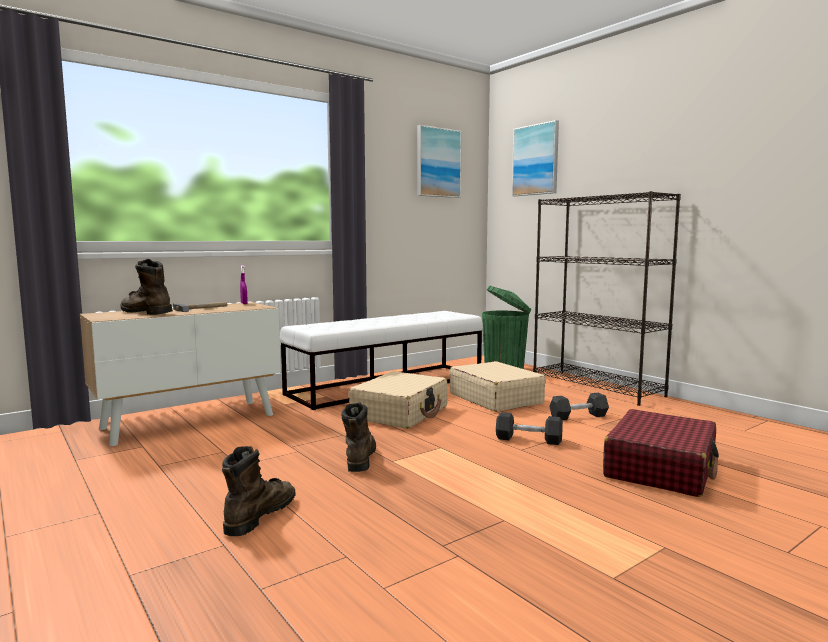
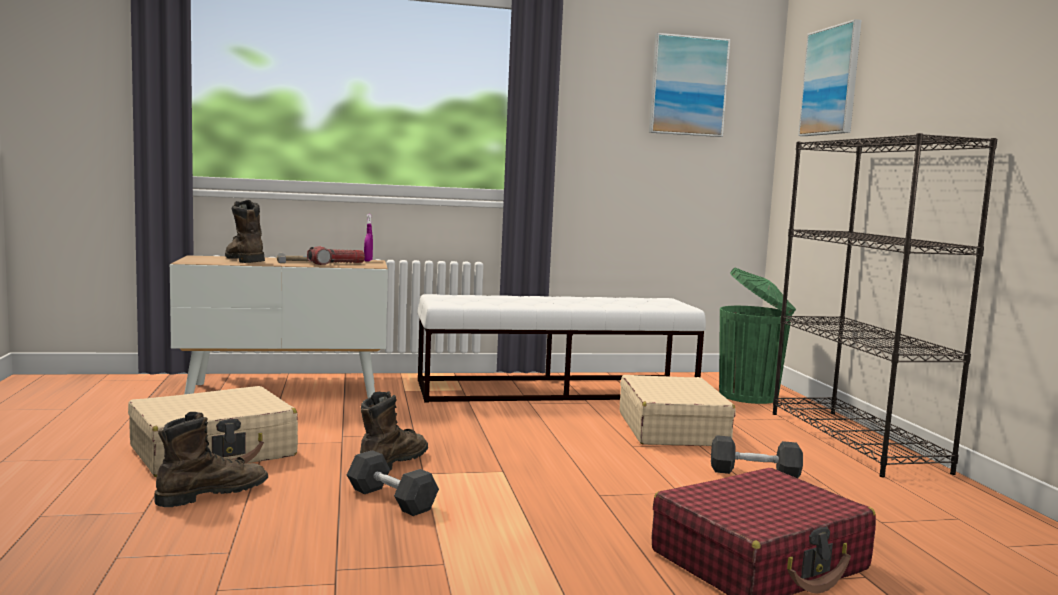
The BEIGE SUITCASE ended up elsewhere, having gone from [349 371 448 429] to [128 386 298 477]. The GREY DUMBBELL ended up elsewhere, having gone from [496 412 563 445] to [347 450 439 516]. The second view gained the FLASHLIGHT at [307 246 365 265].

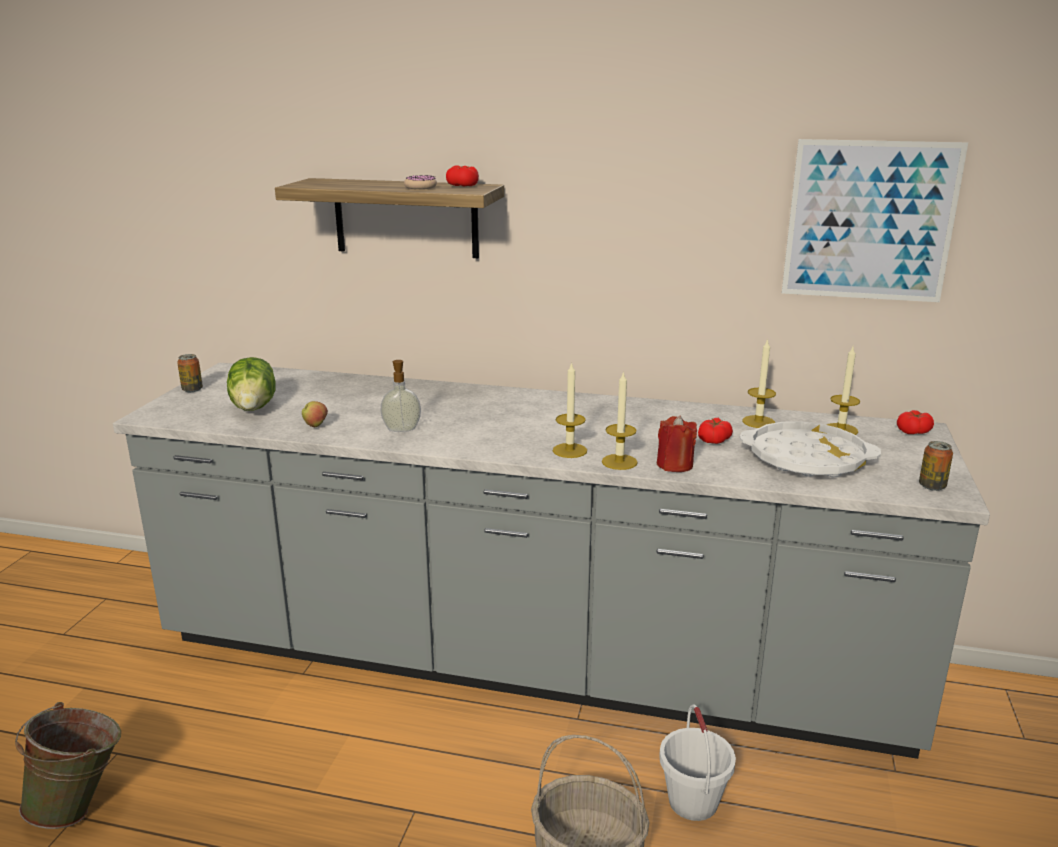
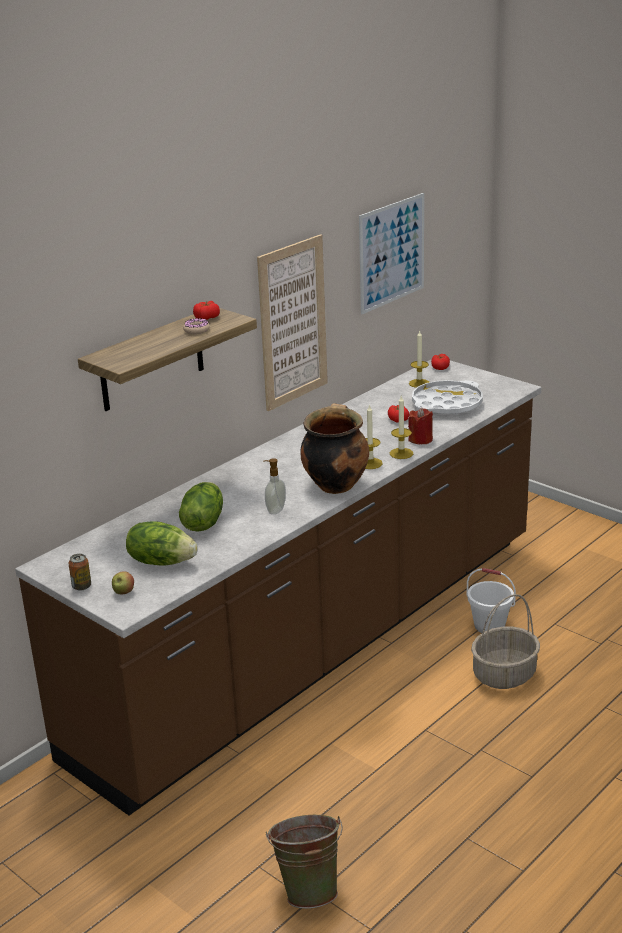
What was the GREY COUNTER at [113 363 990 759] turned into the BROWN COUNTER at [15 359 541 816]. The APPLE ended up elsewhere, having gone from [302 401 328 427] to [112 571 134 594]. The second view lost the CANDLE at [742 339 776 428]. The second view lost the CAN at [919 441 953 491]. The second view gained the LETTUCE at [179 482 223 532]. The second view gained the PICTURE at [257 234 328 411]. The second view gained the COOKING POT at [300 404 369 494].

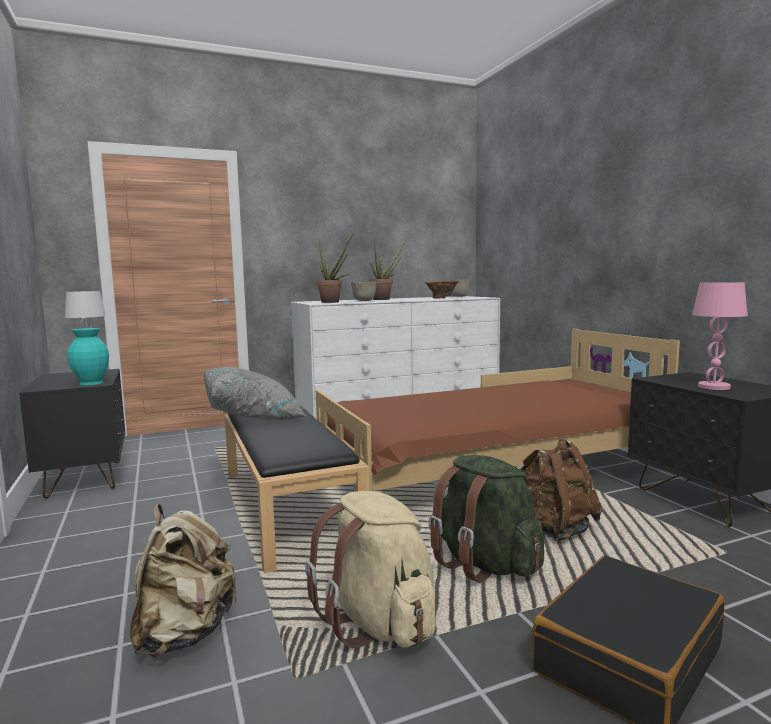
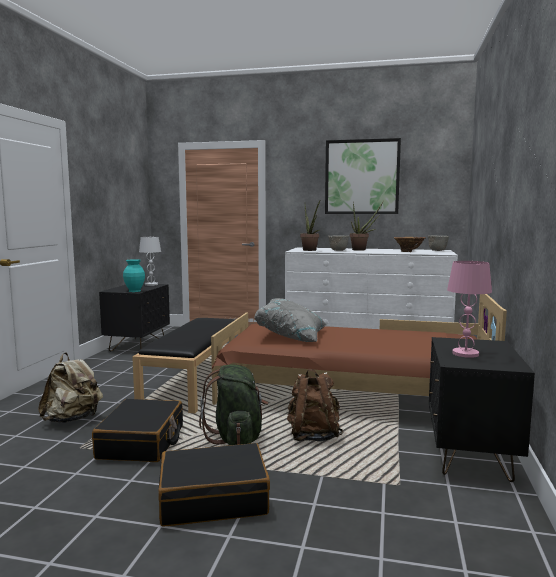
The GREY PILLOW ended up elsewhere, having gone from [203 367 306 420] to [254 298 327 342]. Where the BEIGE BACKPACK stood at [305 491 436 648], the BLACK SUITCASE came to stand at [92 399 183 462]. The second view gained the PICTURE at [325 138 401 214].

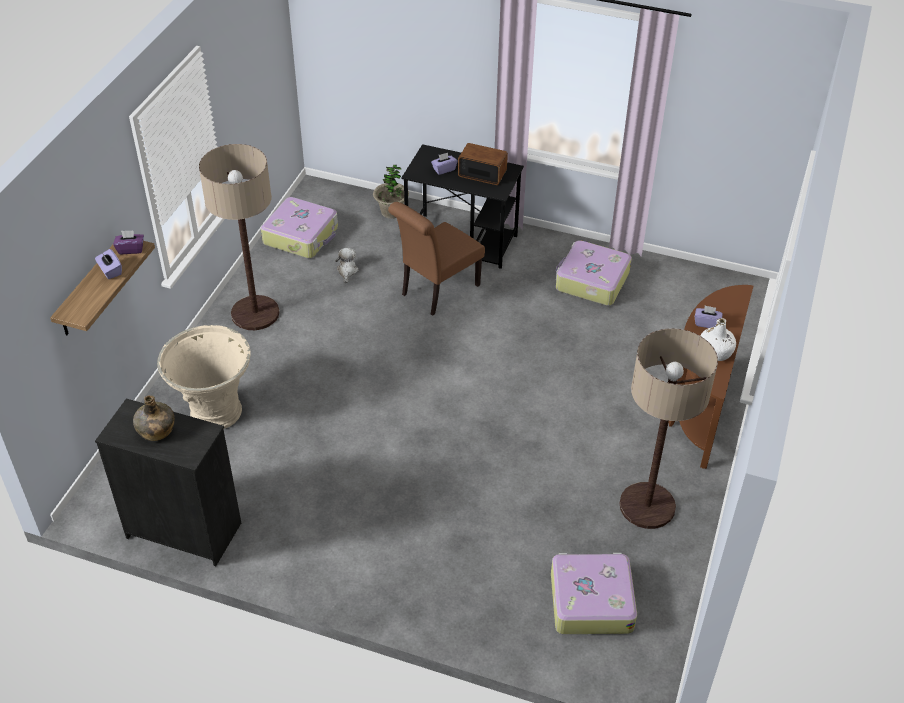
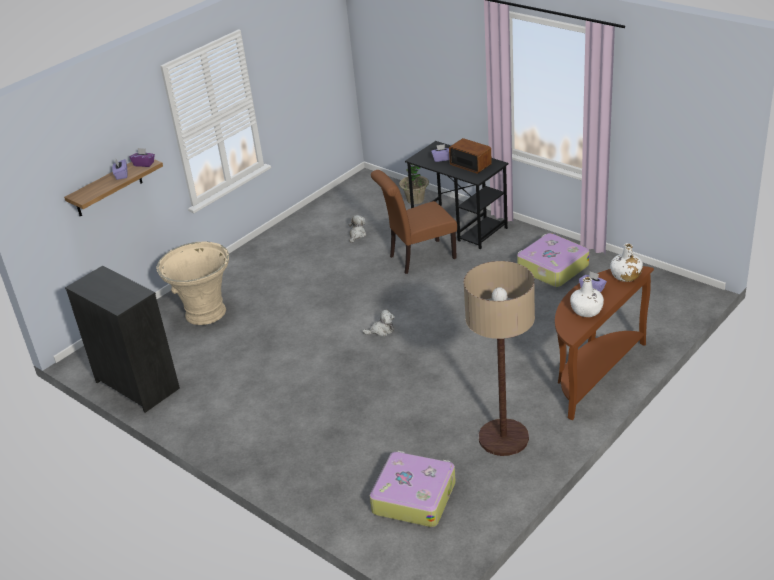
The second view lost the GREEN BOTTLE at [133 395 175 441]. The second view lost the FLOOR LAMP at [199 144 279 330]. The second view lost the SUITCASE at [261 197 338 258]. The second view gained the PLUSH TOY at [362 309 395 337]. The second view gained the WHITE BOTTLE at [610 243 643 282].

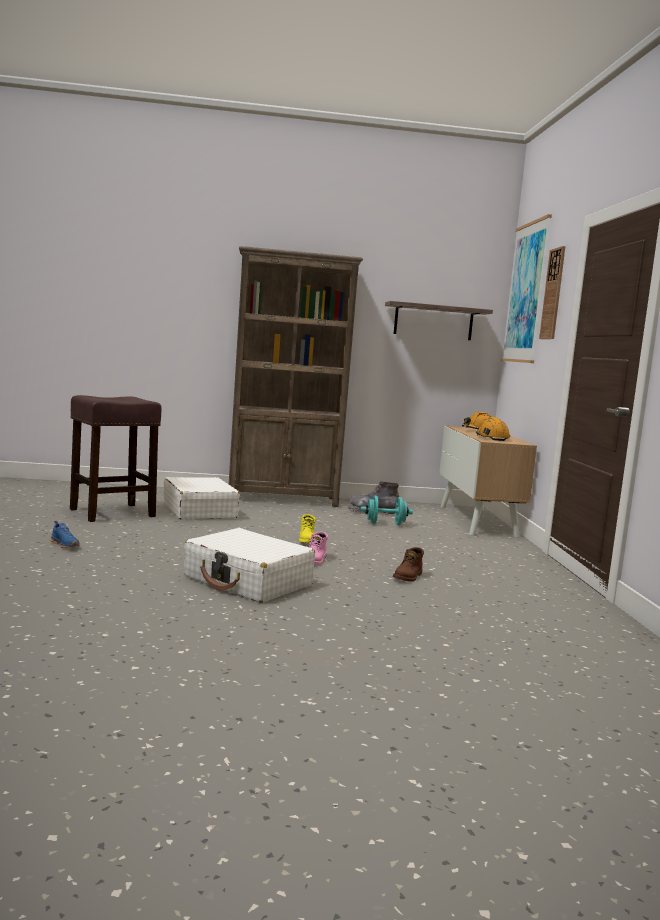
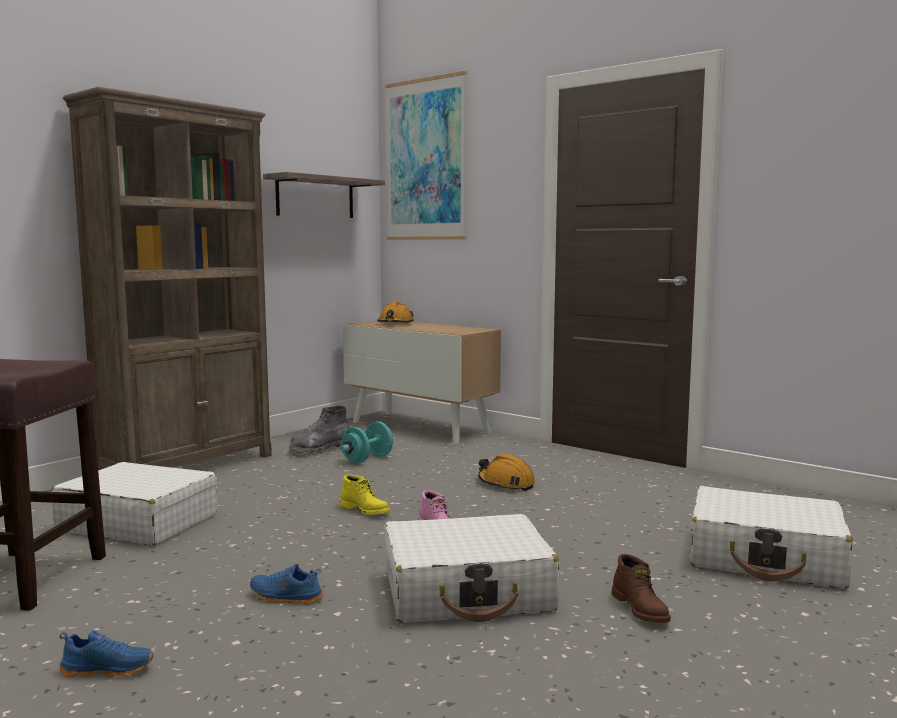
The BROWN BOOT ended up elsewhere, having gone from [393 547 424 582] to [611 554 671 623]. The ORANGE HARD HAT ended up elsewhere, having gone from [476 417 510 441] to [478 454 535 491]. The second view lost the WALL CLOCK at [539 246 565 339]. The second view gained the BLUE SHOE at [250 564 323 605]. The second view gained the WHITE SUITCASE at [690 486 853 589].

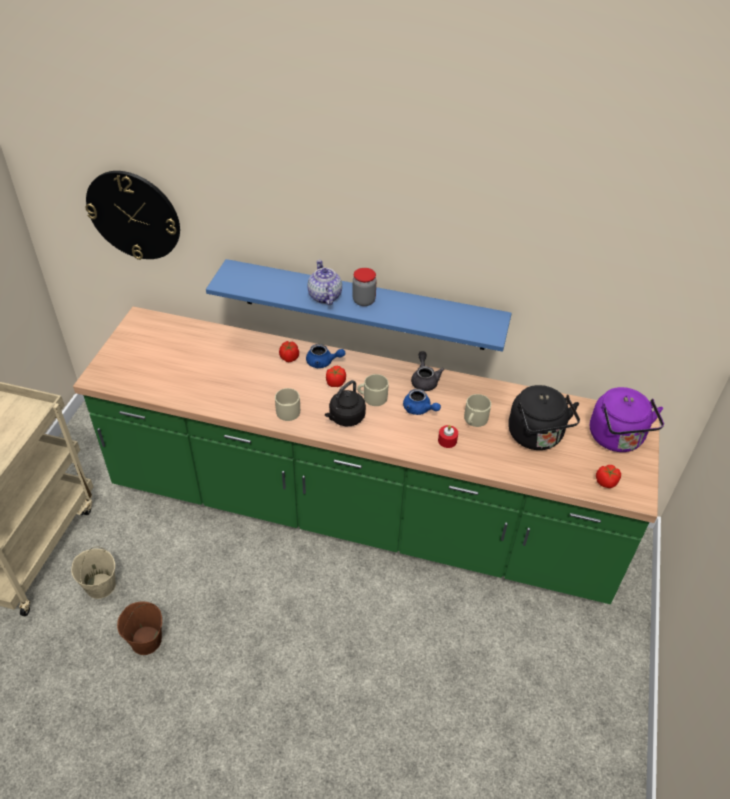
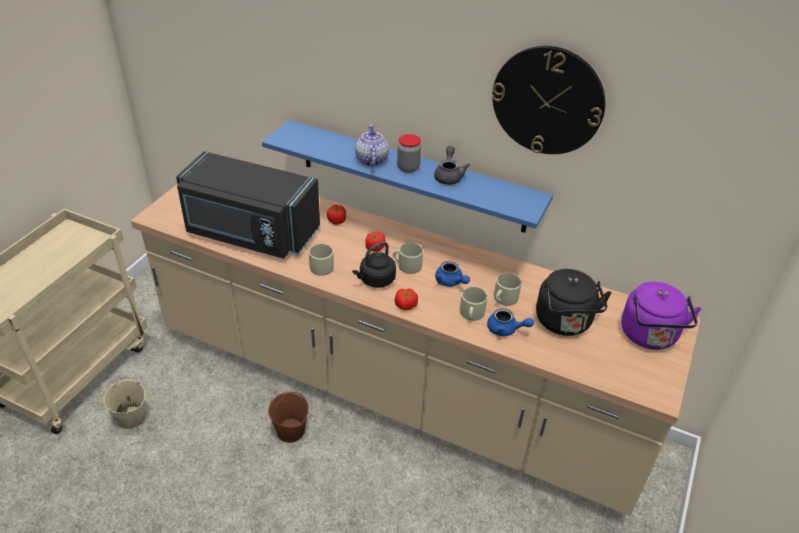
What was the GREEN COUNTER at [73 306 660 604] turned into the BEIGE COUNTER at [131 184 701 516]. The WALL CLOCK ended up elsewhere, having gone from [85 171 180 260] to [492 46 605 154]. The BROWN BUCKET ended up elsewhere, having gone from [117 602 162 655] to [268 392 309 443]. The BLUE TEAPOT ended up elsewhere, having gone from [306 344 345 368] to [487 308 534 336]. The GREY TEAPOT ended up elsewhere, having gone from [411 351 444 391] to [434 146 470 185]. Where the RED CANDLE stood at [438 425 458 448], the BEIGE MUG came to stand at [460 287 488 321]. The TOMATO ended up elsewhere, having gone from [596 465 621 488] to [395 288 418 310]. The second view gained the BLACK MICROWAVE at [176 151 320 259].

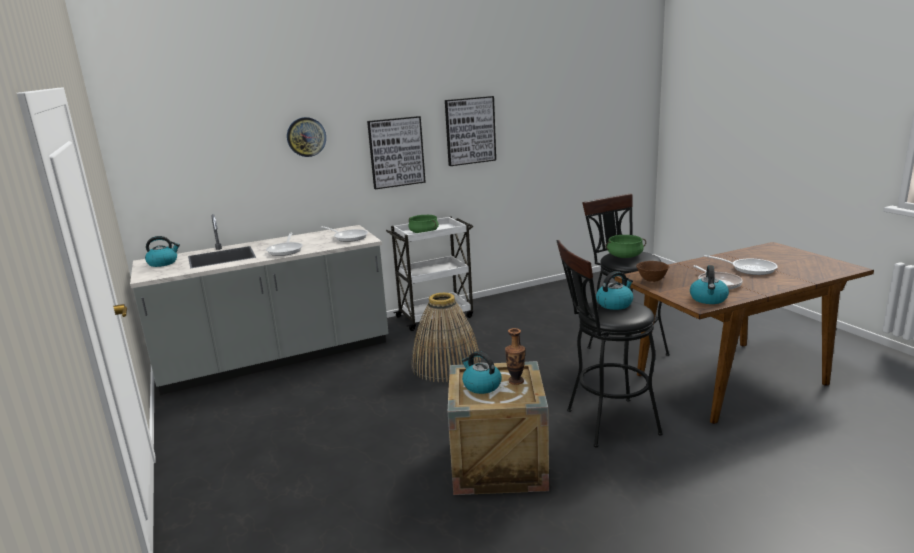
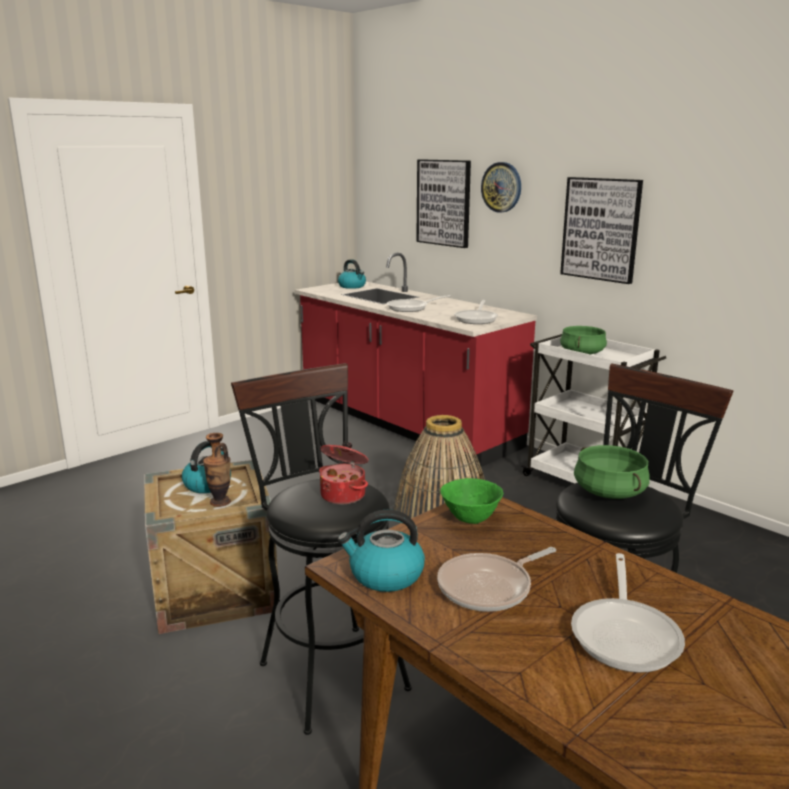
What was the GREY COUNTER at [130 214 389 395] turned into the RED COUNTER at [295 253 537 467]. The PICTURE ended up elsewhere, having gone from [445 96 496 166] to [416 159 471 248]. Where the KETTLE stood at [596 271 633 310], the COOKING POT came to stand at [319 442 369 505]. What was the BROWN BOWL at [636 261 669 282] turned into the GREEN BOWL at [440 478 503 524].

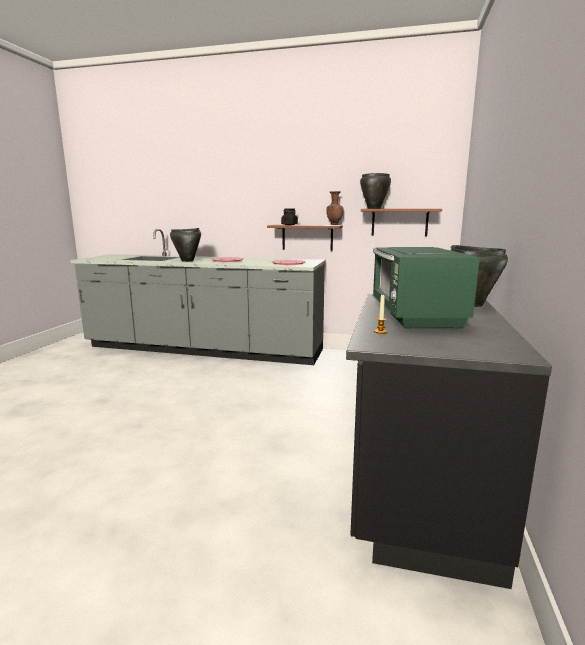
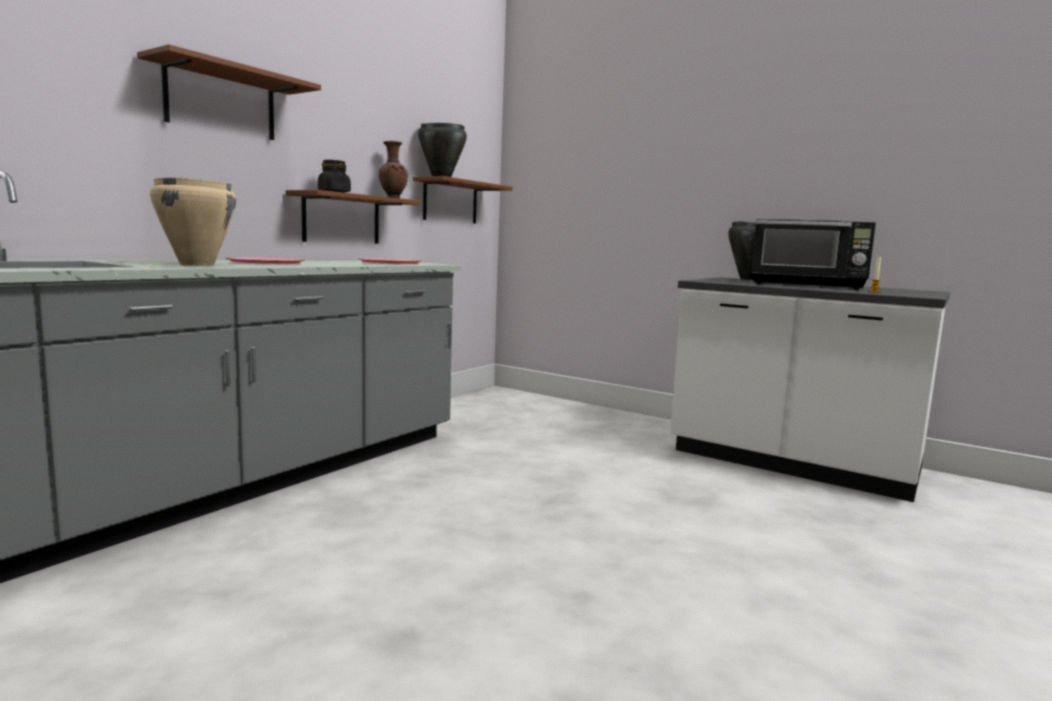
What was the BLACK COOKING POT at [170 228 201 262] turned into the BEIGE COOKING POT at [150 178 236 266]. What was the BLACK COUNTER at [346 294 552 589] turned into the WHITE COUNTER at [670 277 950 502]. What was the GREEN MICROWAVE at [373 247 480 329] turned into the BLACK MICROWAVE at [751 219 876 290]. The second view gained the BROWN SHELF at [137 44 321 140].

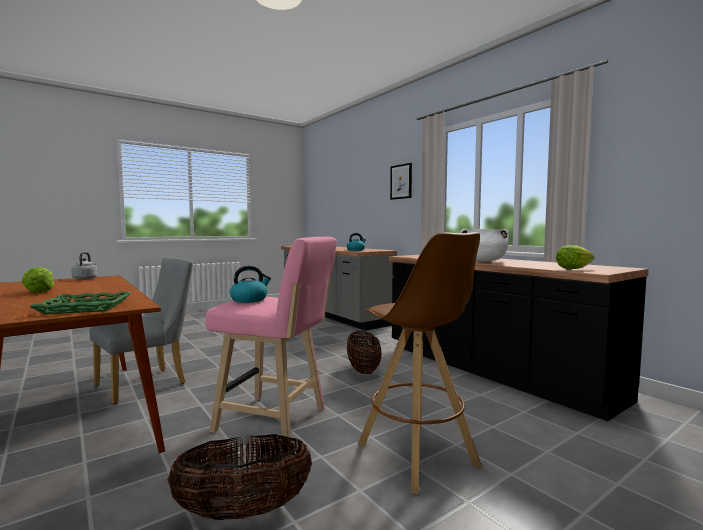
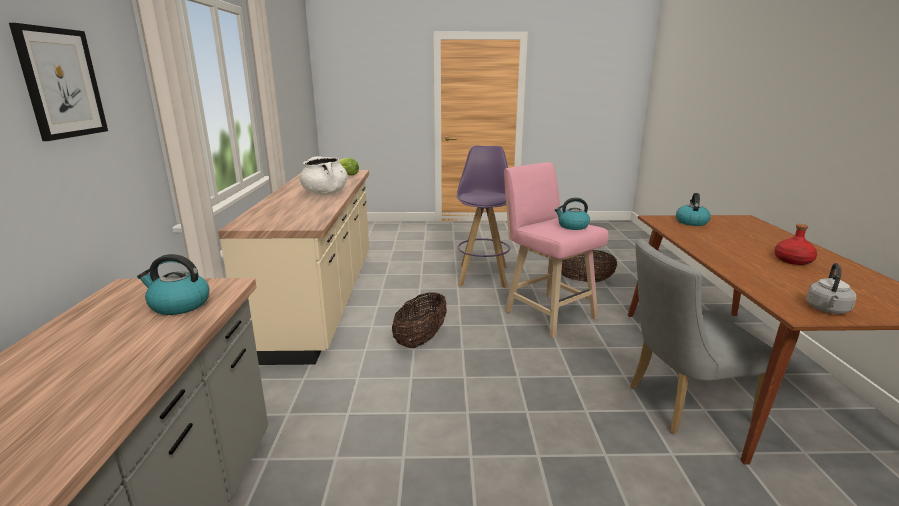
Where the LETTUCE stood at [22 267 54 293], the RED BOTTLE came to stand at [774 224 817 265]. Where the GREEN TRAY stood at [29 292 130 314], the KETTLE came to stand at [676 193 711 226]. What was the BROWN STOOL at [358 232 482 494] turned into the PURPLE STOOL at [457 145 510 288]. What was the BLACK COUNTER at [389 255 649 421] turned into the BEIGE COUNTER at [218 170 369 365].

